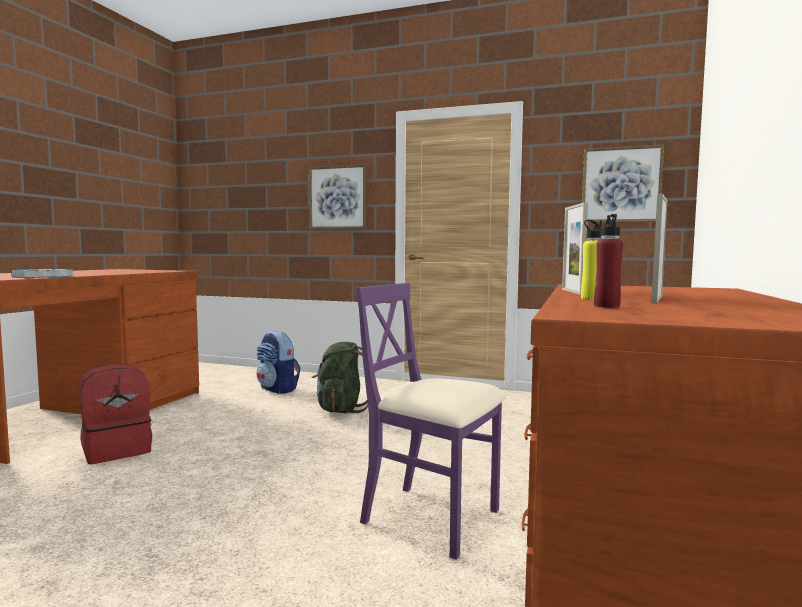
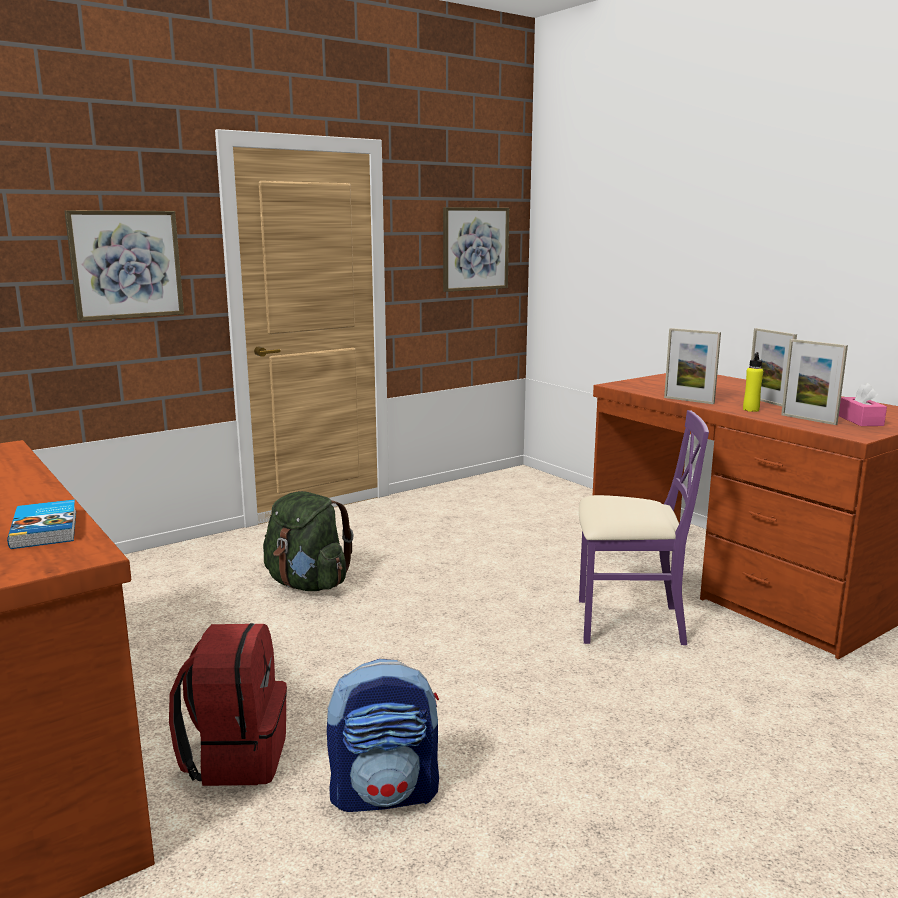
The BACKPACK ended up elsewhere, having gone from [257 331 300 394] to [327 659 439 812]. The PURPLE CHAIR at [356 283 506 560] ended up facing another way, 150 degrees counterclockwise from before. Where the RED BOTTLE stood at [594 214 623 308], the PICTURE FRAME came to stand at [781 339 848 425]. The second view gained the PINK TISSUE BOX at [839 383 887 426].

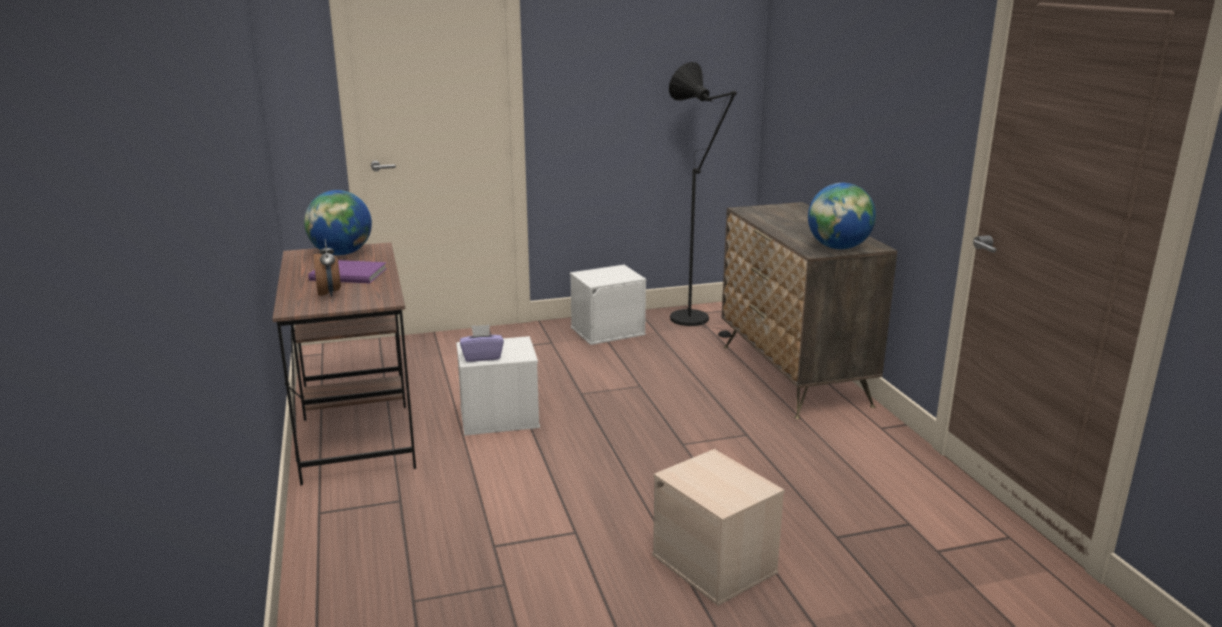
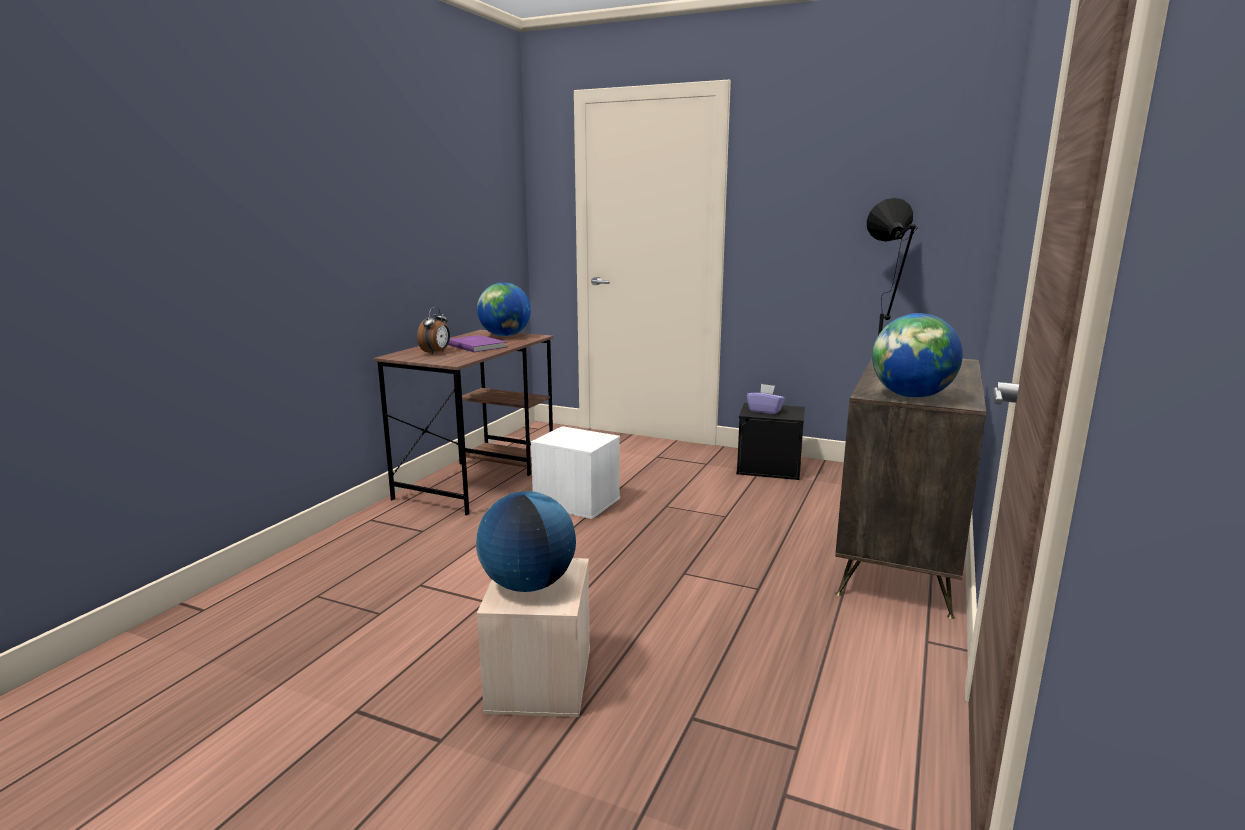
The PURPLE TISSUE BOX ended up elsewhere, having gone from [460 325 504 362] to [747 384 785 414]. What was the WHITE STORAGE BOX at [570 265 646 345] turned into the BLACK STORAGE BOX at [736 403 805 480]. The second view gained the GLOBE at [476 491 576 592].

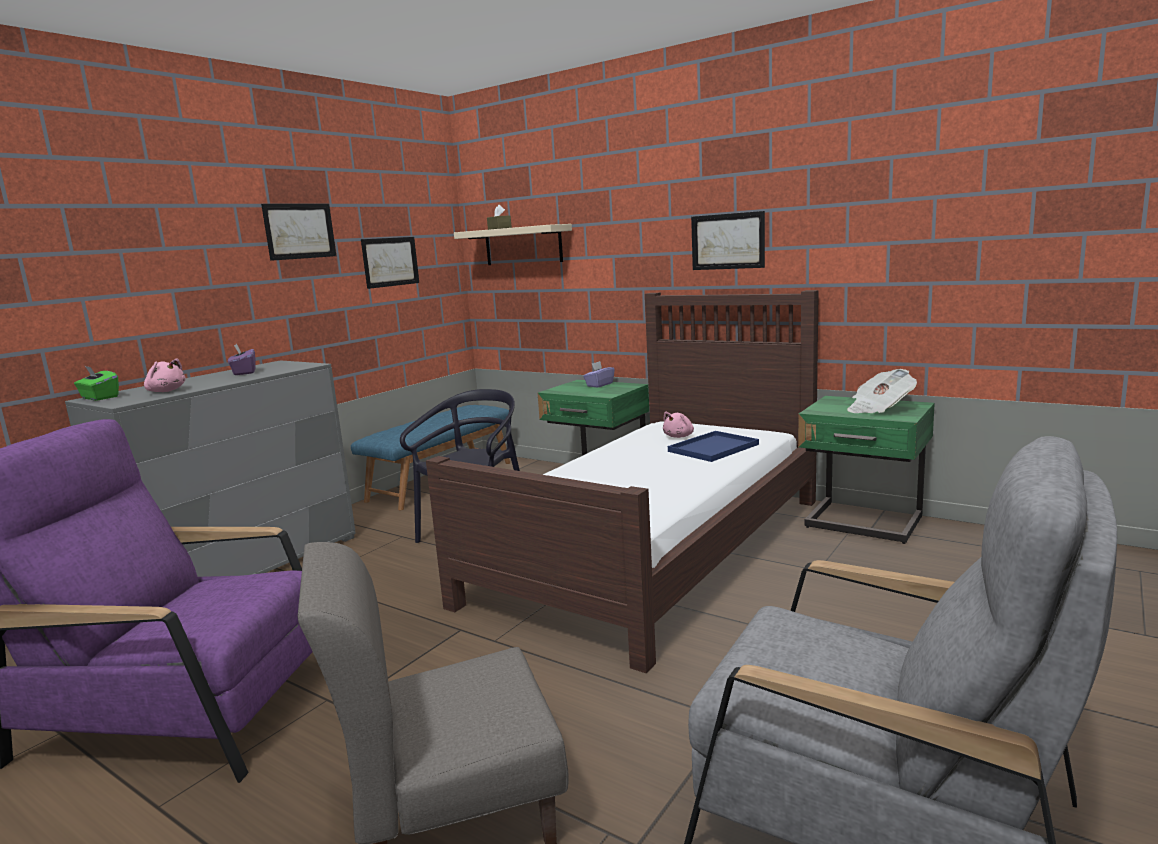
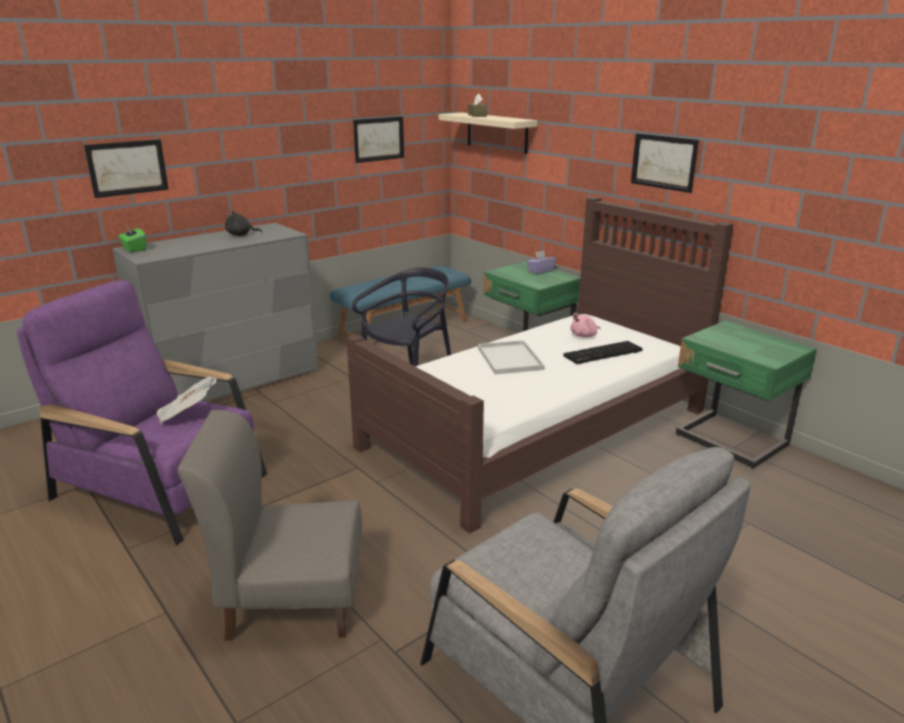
The second view lost the PINK PLUSH TOY at [144 358 186 392]. Where the PURPLE TISSUE BOX stood at [228 344 256 375], the BLACK PLUSH TOY came to stand at [225 211 262 236]. The PICTURE ended up elsewhere, having gone from [261 204 336 261] to [84 139 169 198]. Where the BLUE TRAY stood at [668 431 759 462], the KEYBOARD came to stand at [563 341 643 364]. The NEWSPAPER ended up elsewhere, having gone from [847 369 917 413] to [157 376 216 424]. The second view gained the WHITE TRAY at [478 340 545 374].

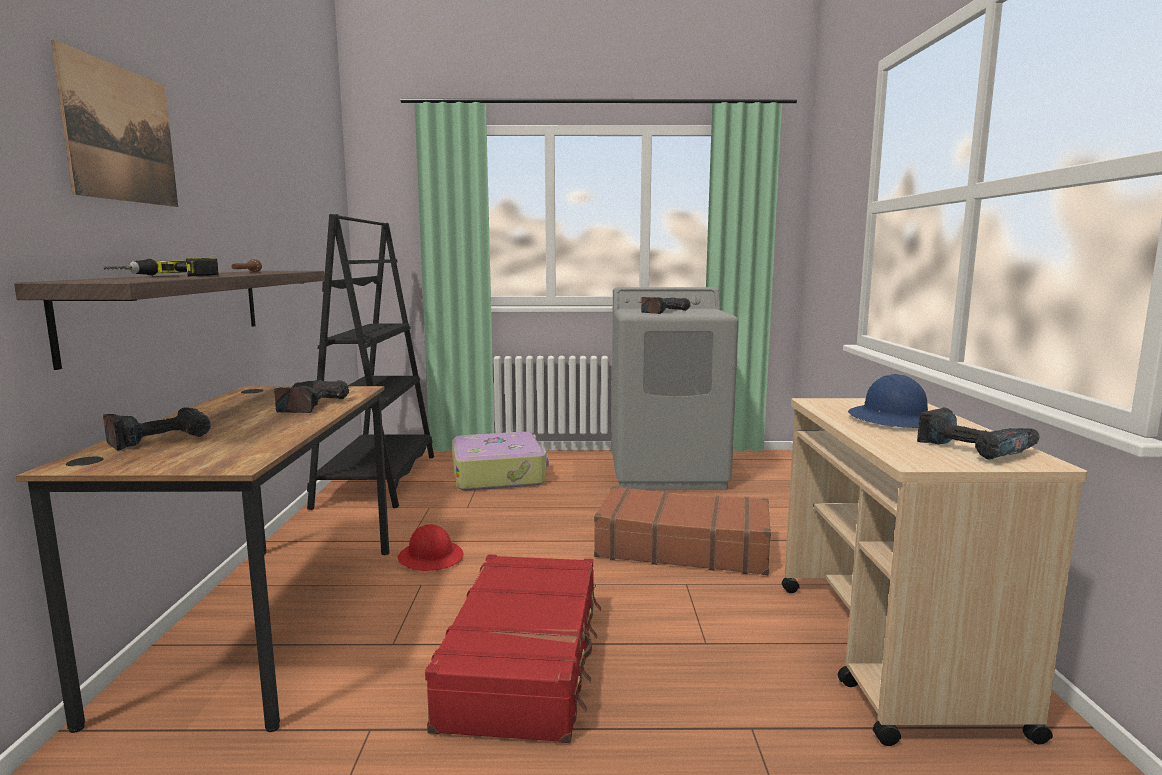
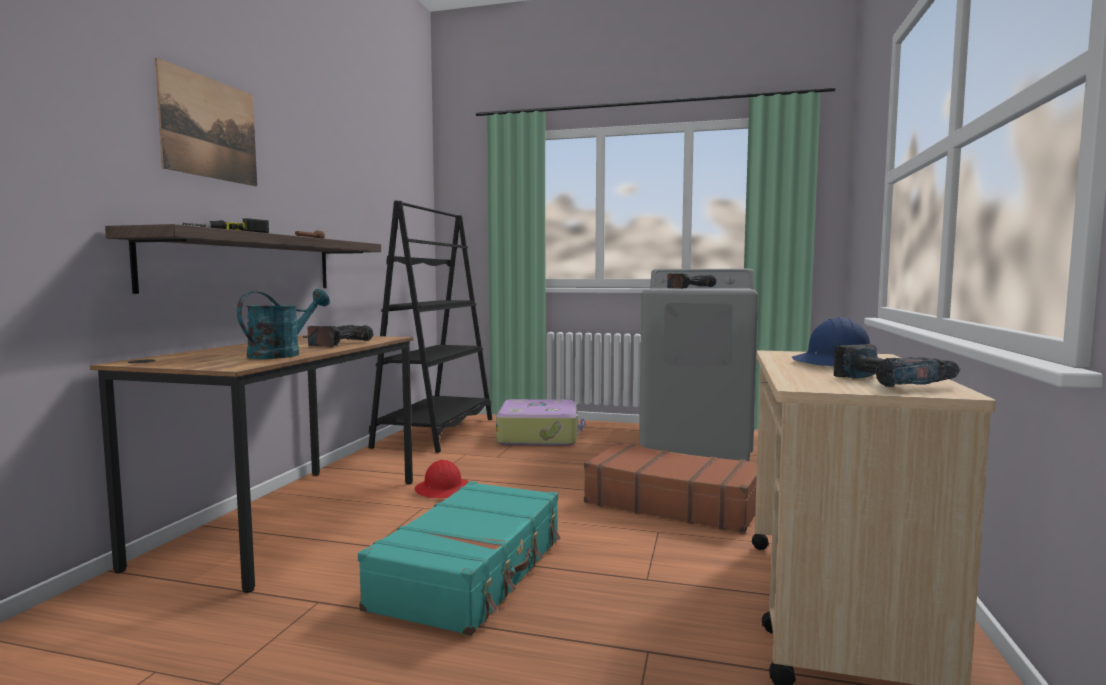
The second view lost the POWER DRILL at [103 407 211 451]. What was the RED SUITCASE at [425 555 601 743] turned into the TURQUOISE SUITCASE at [358 481 560 636]. The second view gained the TURQUOISE WATERING CAN at [237 289 330 359].

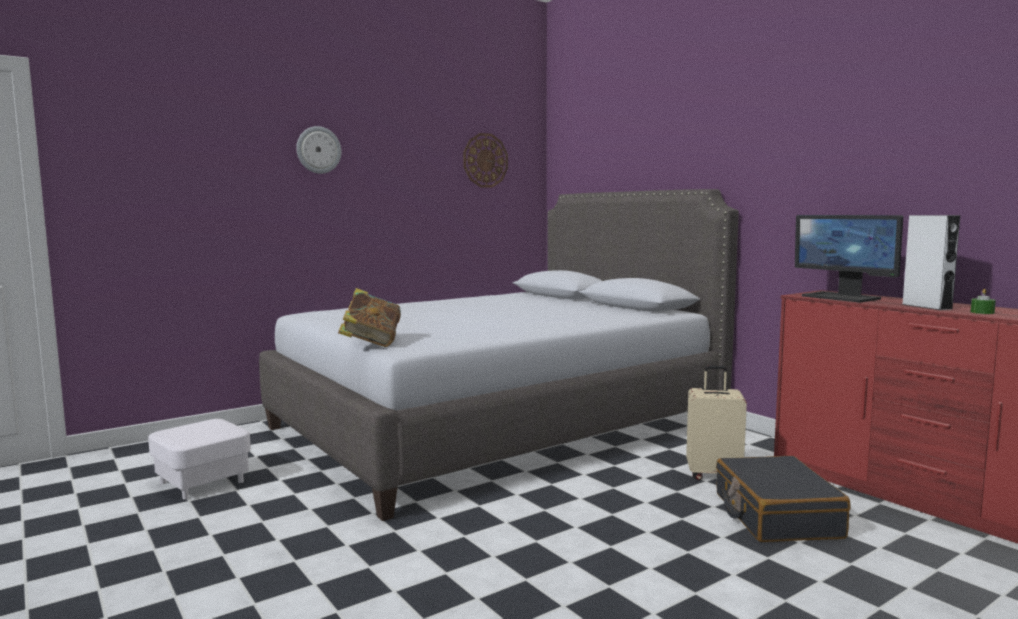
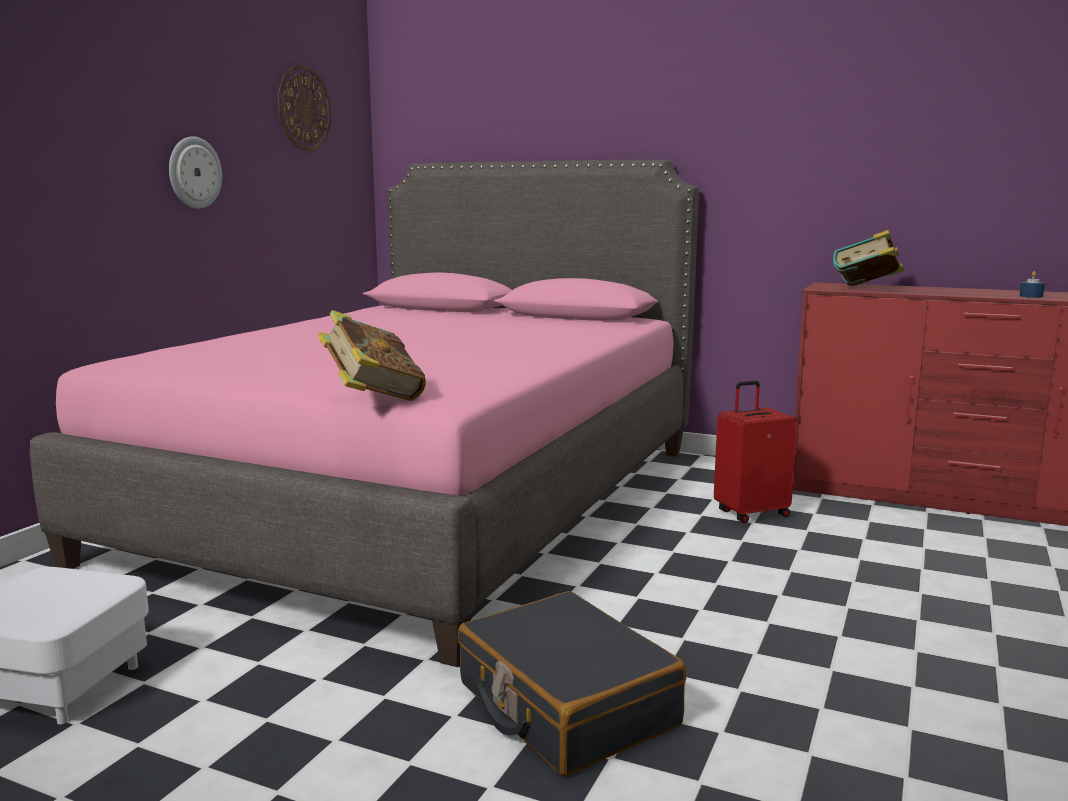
What was the GREY BED at [259 189 739 521] turned into the PINK BED at [30 160 699 667]. The WALL CLOCK ended up elsewhere, having gone from [296 126 341 174] to [169 136 222 209]. What was the BEIGE SUITCASE at [686 366 747 480] turned into the RED SUITCASE at [714 381 797 523]. The BLACK SUITCASE ended up elsewhere, having gone from [716 456 851 542] to [458 591 686 776]. Where the MONITOR stood at [795 215 903 302], the BOOK came to stand at [833 230 905 286]. The second view lost the WHITE SPEAKER at [901 215 960 310]. What was the GREEN CANDLE at [971 289 996 314] turned into the BLUE CANDLE at [1019 271 1045 298].

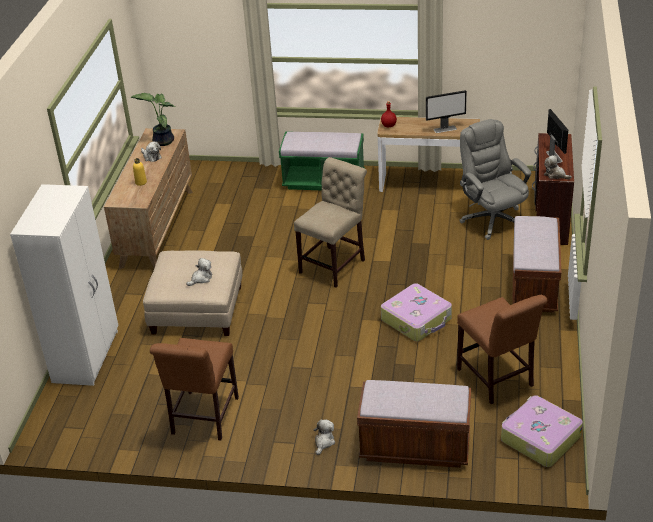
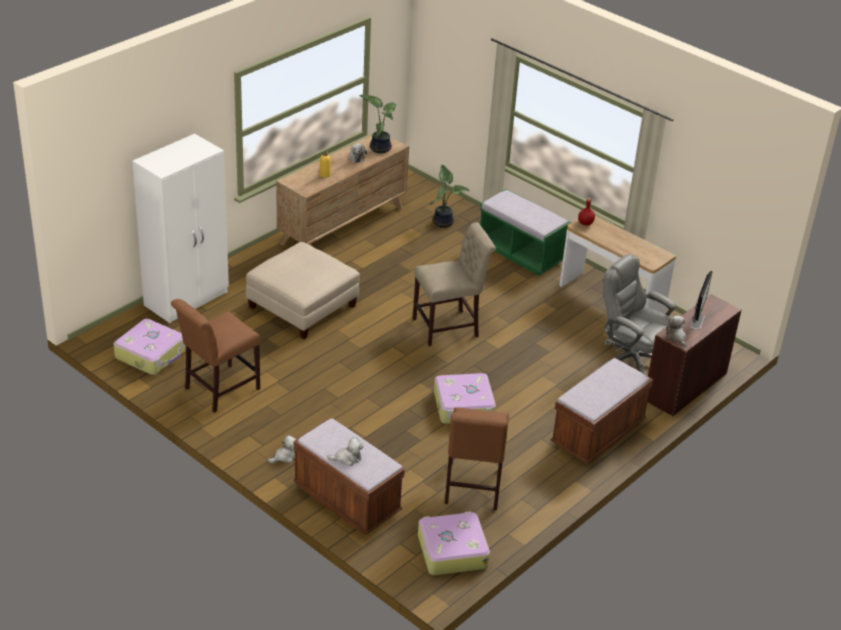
The PLUSH TOY ended up elsewhere, having gone from [186 258 212 286] to [327 437 364 466]. The second view lost the MONITOR at [426 90 467 133]. The GREY OFFICE CHAIR at [459 119 531 240] ended up facing another way, 60 degrees counterclockwise from before. The second view gained the SUITCASE at [113 319 186 375]. The second view gained the POTTED PLANT at [429 165 469 228].

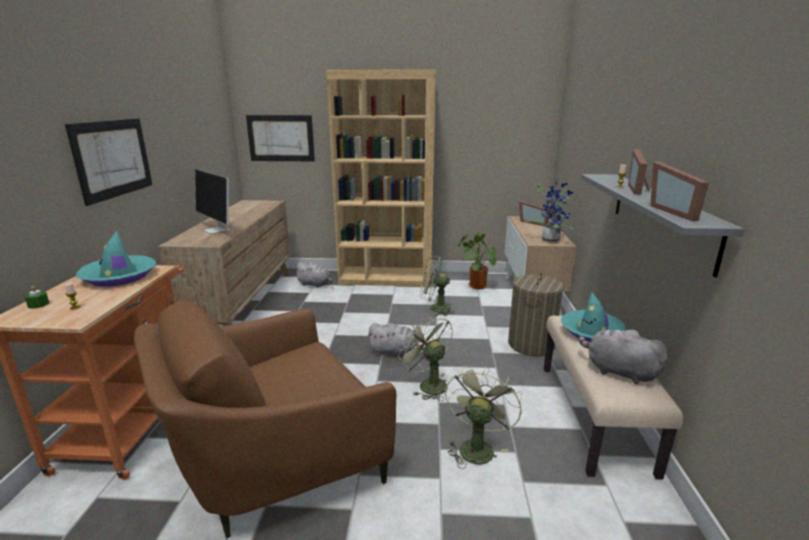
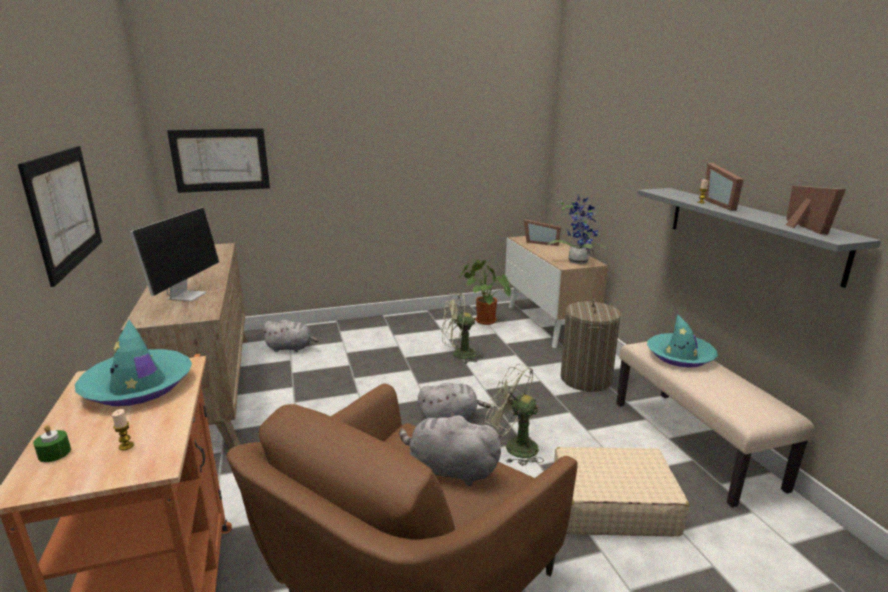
The MONITOR at [195 169 232 234] ended up facing another way, 105 degrees counterclockwise from before. The second view lost the BROWN BOOKCASE at [326 69 436 287]. Where the GREEN FAN stood at [445 365 522 469], the BEIGE SUITCASE came to stand at [554 447 689 536]. The GREY PLUSH TOY ended up elsewhere, having gone from [578 328 668 384] to [399 412 502 486]. The PICTURE FRAME at [650 162 709 221] ended up facing another way, 150 degrees counterclockwise from before.

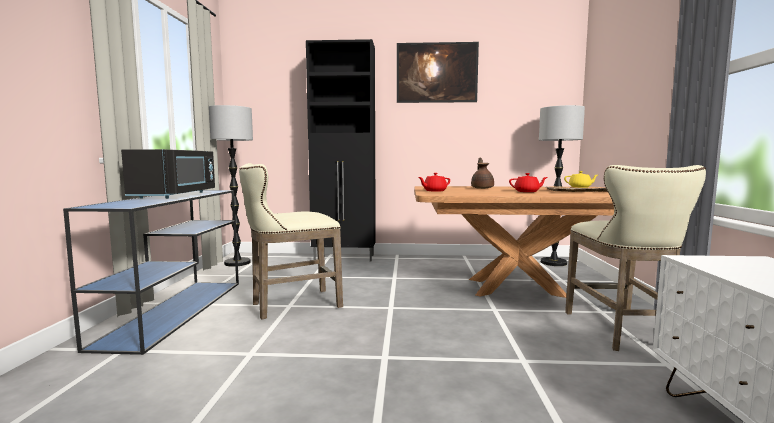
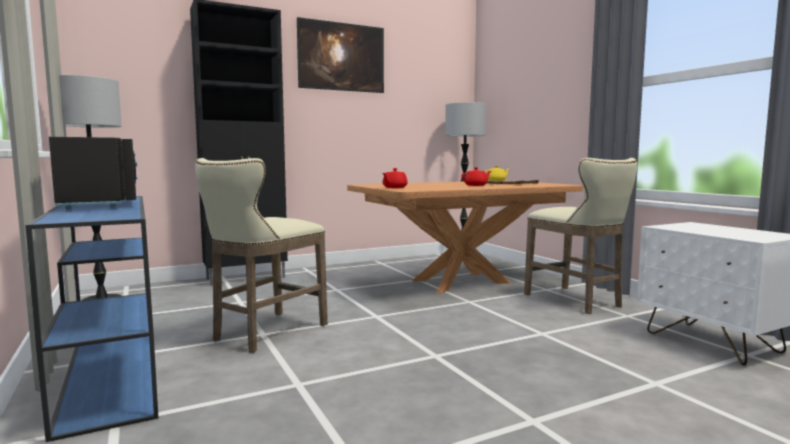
The second view lost the BROWN TEAPOT at [471 157 494 189].

